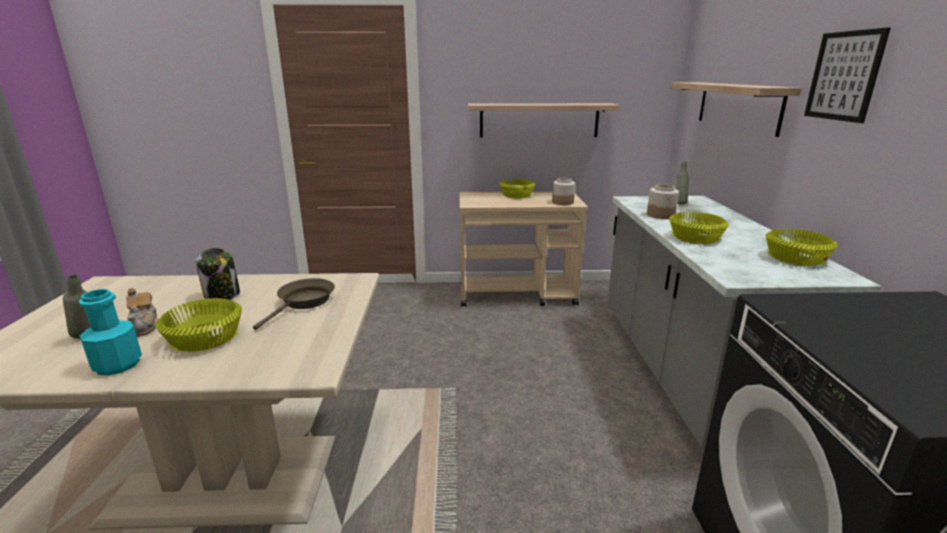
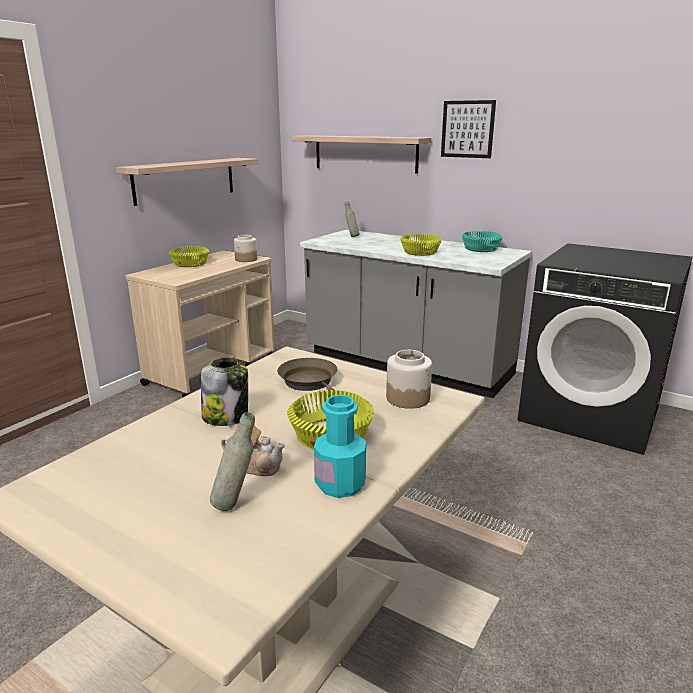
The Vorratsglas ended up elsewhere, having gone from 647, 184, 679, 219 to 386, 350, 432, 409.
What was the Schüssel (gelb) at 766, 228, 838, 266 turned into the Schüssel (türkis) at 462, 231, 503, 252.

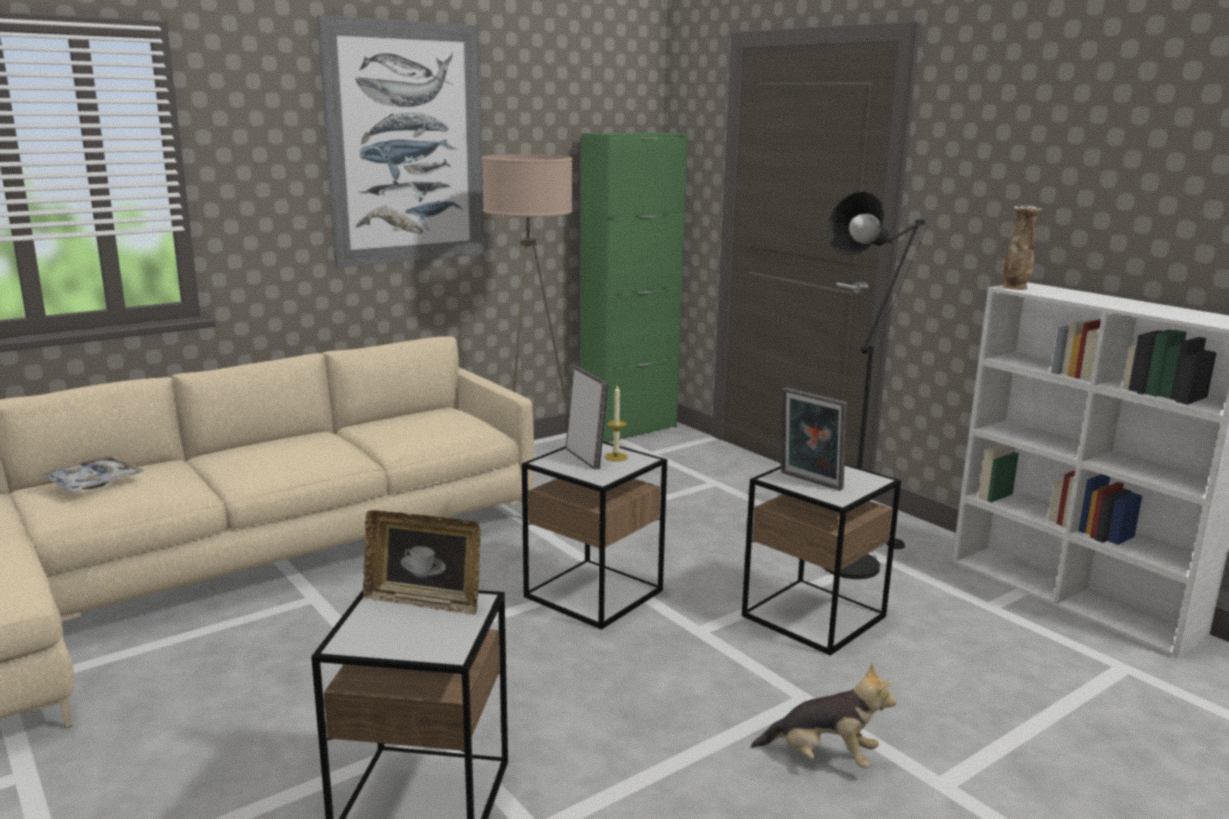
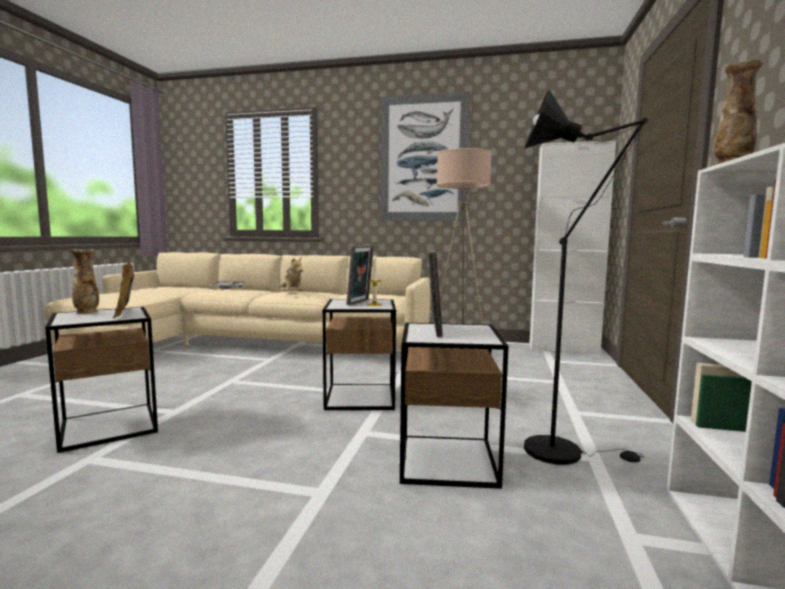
What was the Schrank (grün) at 580, 132, 688, 442 turned into the Schrank (weiß) at 529, 141, 616, 355.
The Plüschtier ended up elsewhere, having gone from 751, 663, 897, 768 to 279, 257, 303, 291.
The second view gained the Vase at 70, 249, 99, 314.

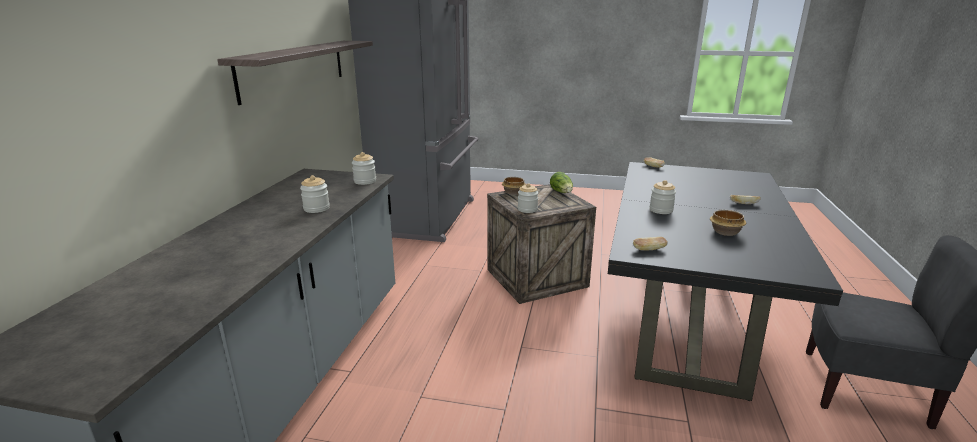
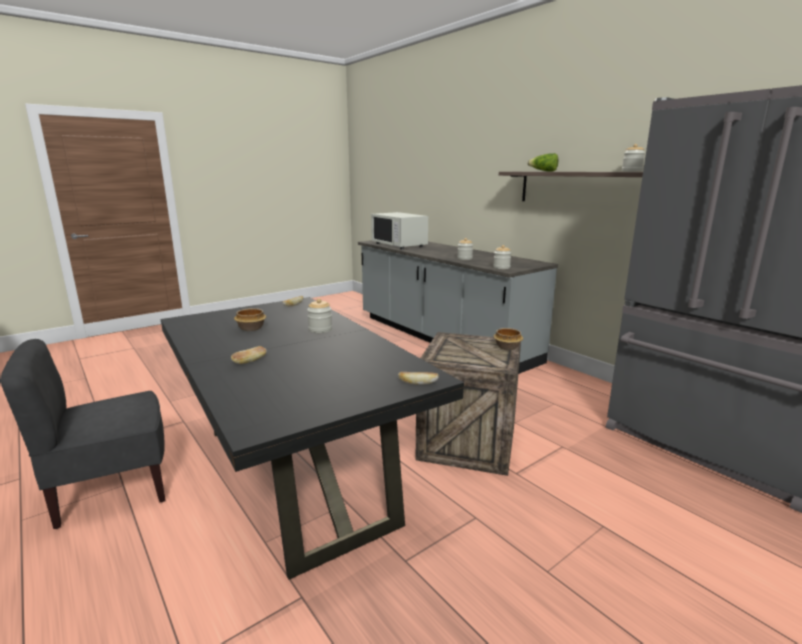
The Vorratsglas ended up elsewhere, having gone from 518, 183, 538, 213 to 622, 144, 645, 172.
The Salatkopf ended up elsewhere, having gone from 550, 172, 573, 193 to 527, 153, 558, 172.
The second view gained the Mikrowelle (weiß) at 371, 212, 428, 250.

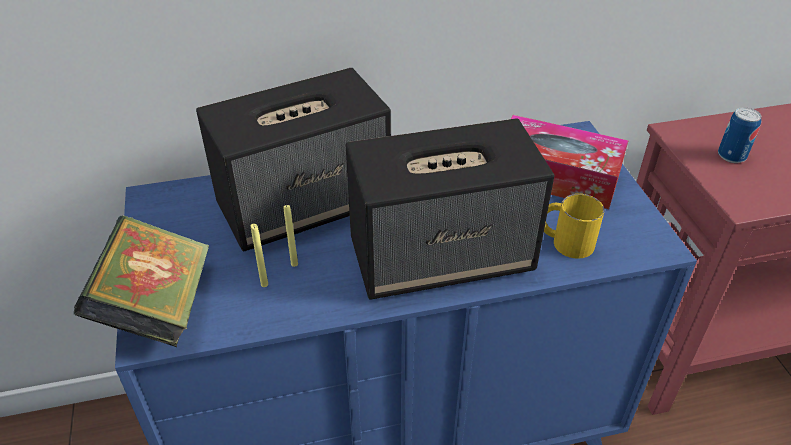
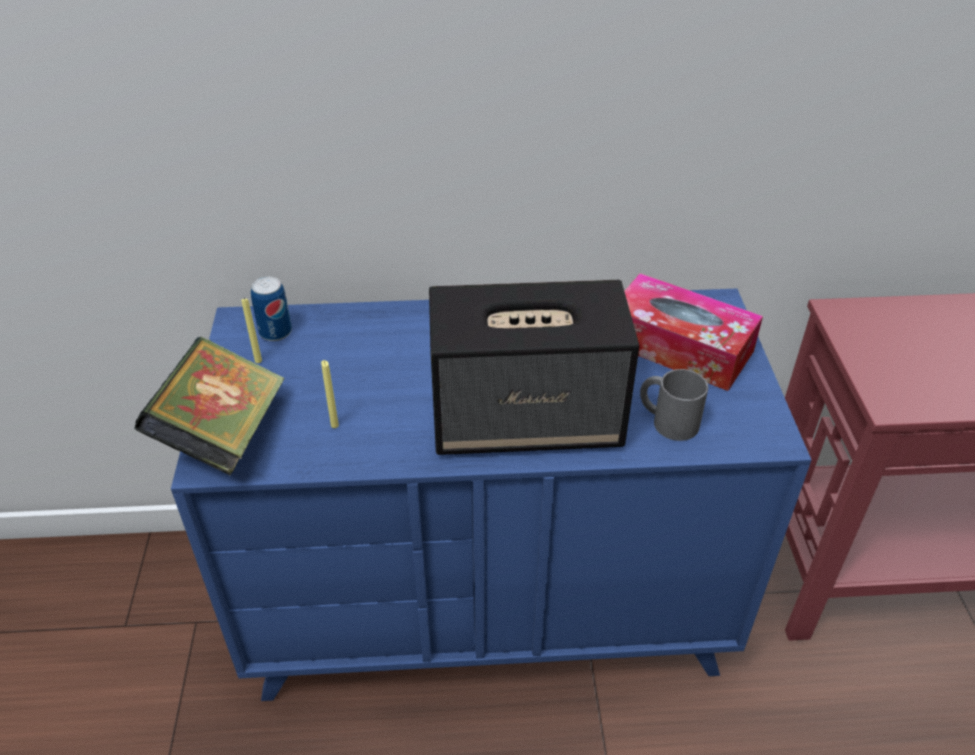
The second view lost the Lautsprecher at 196, 68, 391, 251.
The Kerze (gelb) ended up elsewhere, having gone from 283, 204, 298, 267 to 241, 298, 262, 363.
What was the Henkelbecher (gelb) at 544, 194, 605, 259 turned into the Henkelbecher (grau) at 640, 369, 708, 441.
The Dose ended up elsewhere, having gone from 718, 107, 761, 163 to 251, 277, 292, 341.

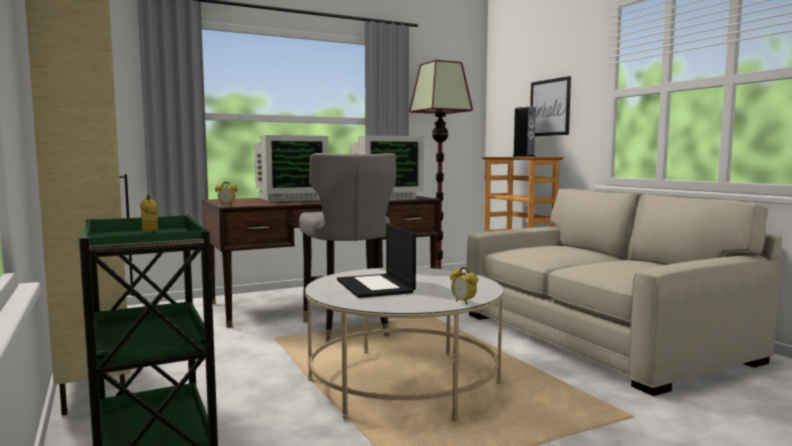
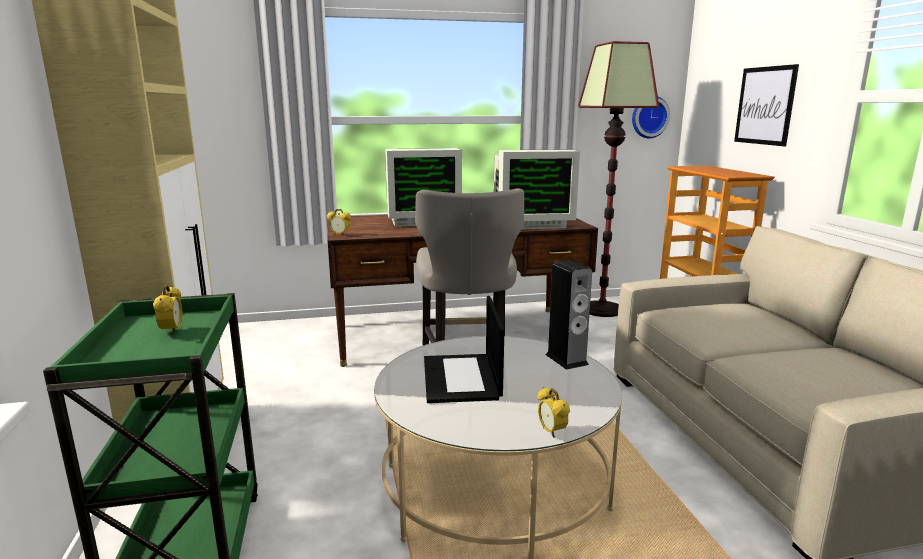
The Lautsprecher ended up elsewhere, having gone from 512, 107, 535, 157 to 545, 260, 592, 370.
The second view gained the Wanduhr at 632, 97, 670, 138.

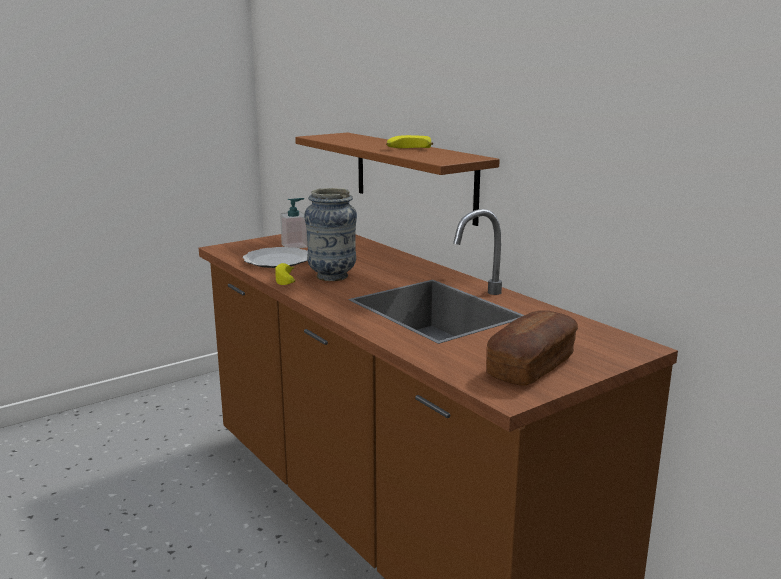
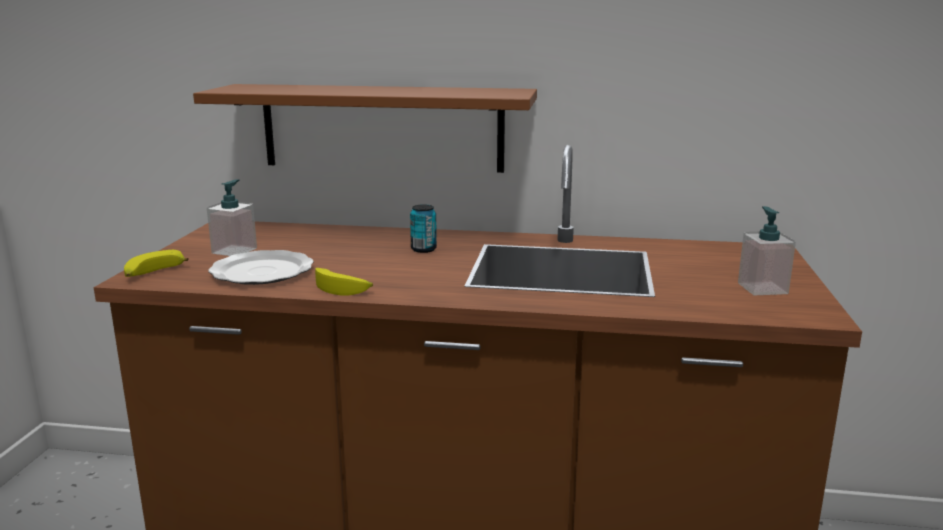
The second view lost the Vase at 304, 188, 357, 281.
The Banane ended up elsewhere, having gone from 386, 135, 433, 148 to 124, 250, 189, 277.
Where the Brot stood at 487, 310, 578, 386, the Seifenspender came to stand at 738, 206, 796, 295.
The second view gained the Dose at 410, 204, 437, 253.

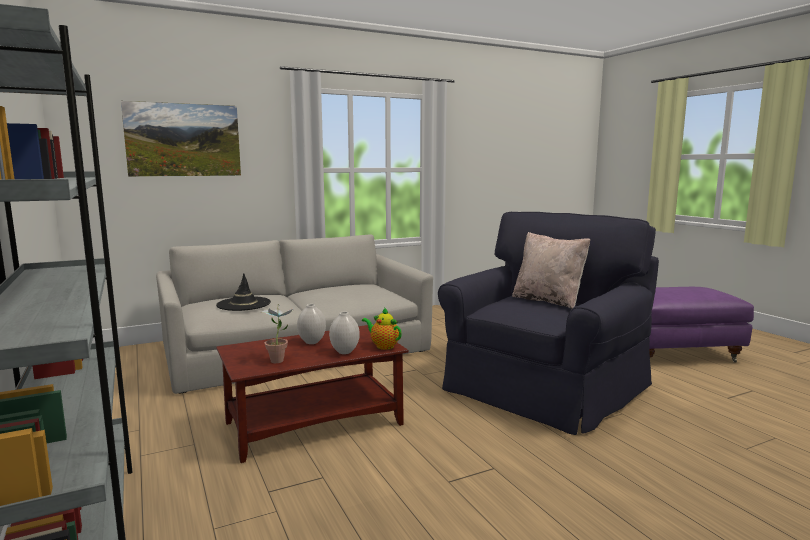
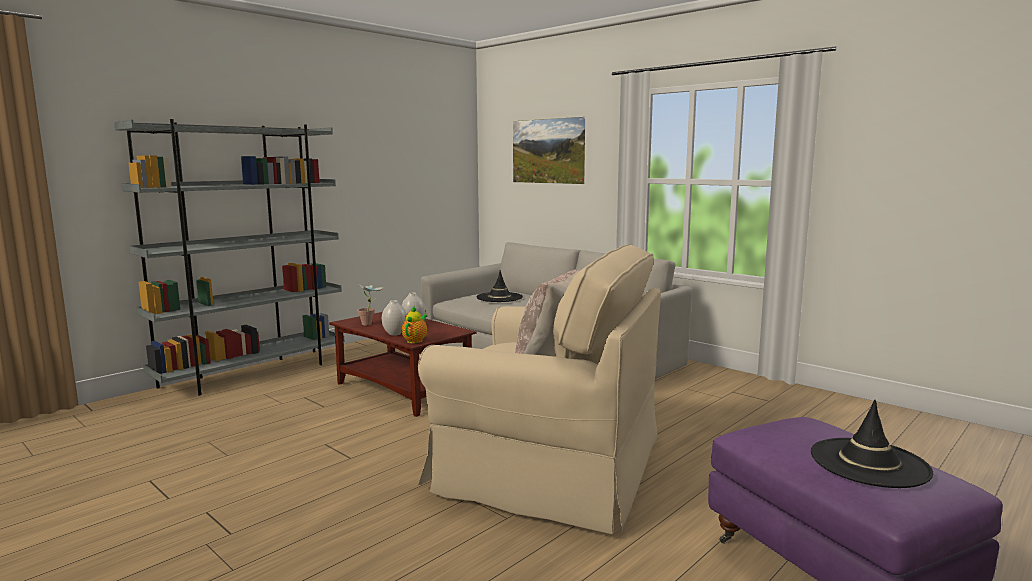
What was the Sessel (schwarz) at 438, 212, 659, 435 turned into the Sessel (beige) at 418, 244, 661, 534.
The second view gained the Hut (schwarz) at 811, 400, 933, 488.

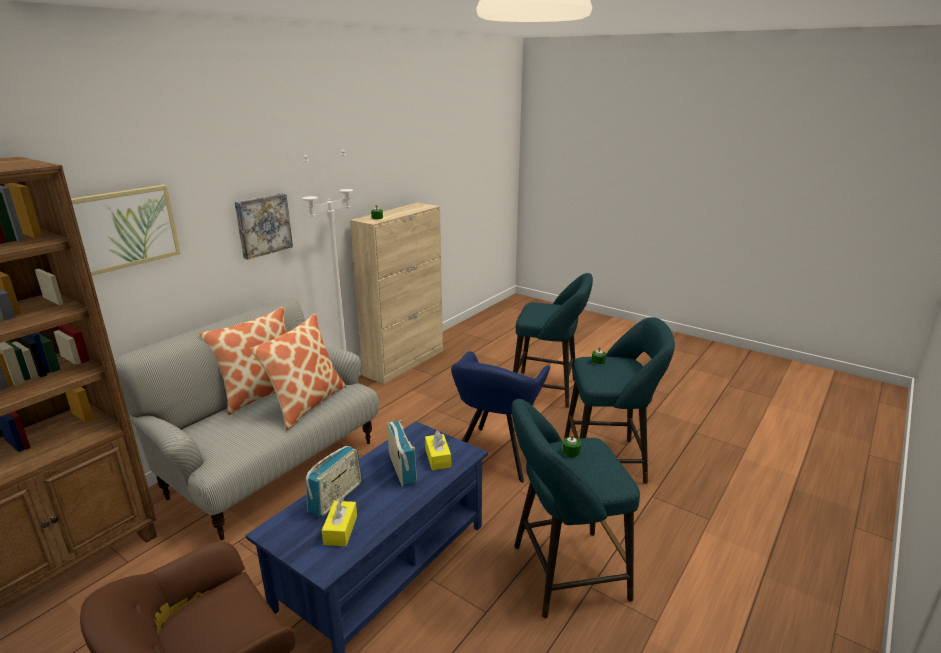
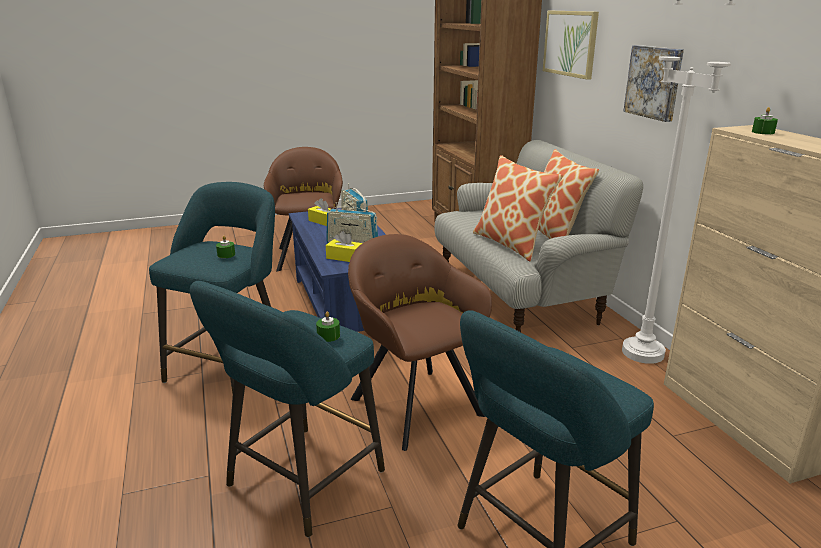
What was the Sessel (blau) at 451, 351, 550, 483 turned into the Sessel (braun) at 348, 234, 492, 451.

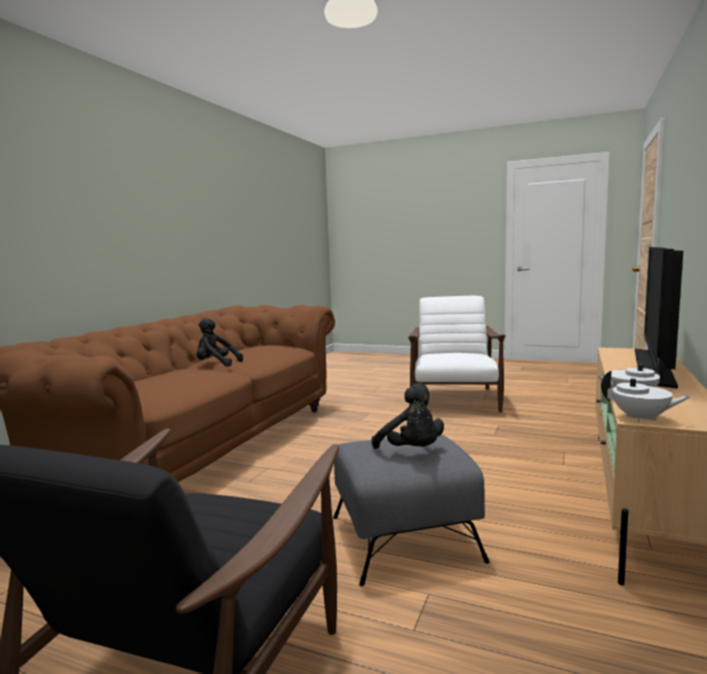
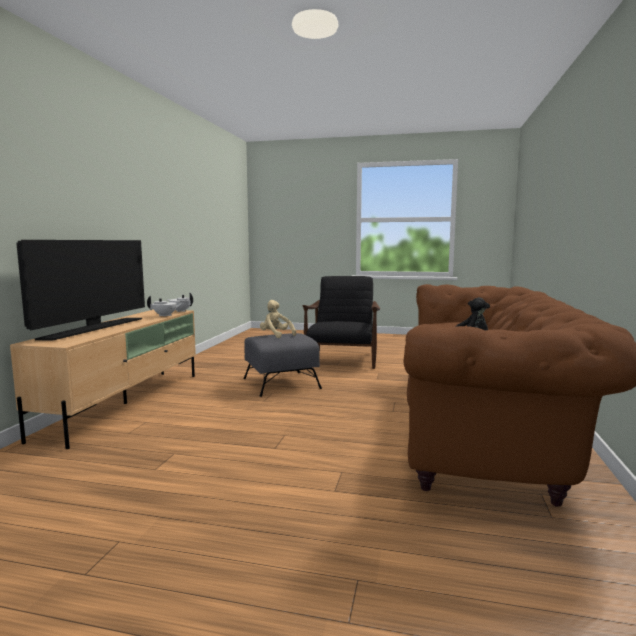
What was the Plüschtier (schwarz) at 372, 383, 444, 449 turned into the Plüschtier (beige) at 260, 300, 296, 338.
The second view lost the Sessel (weiß) at 408, 296, 506, 412.

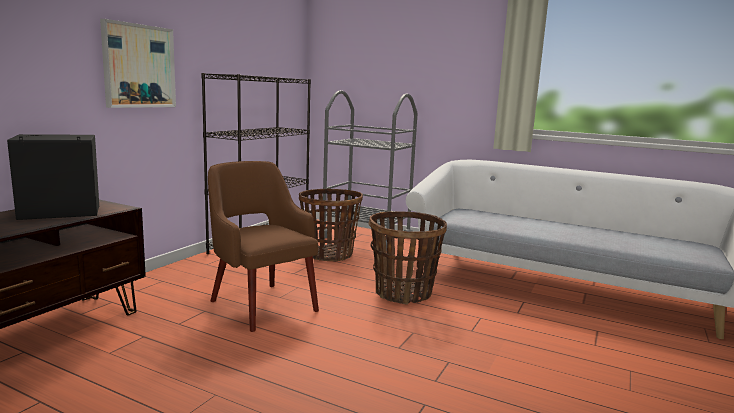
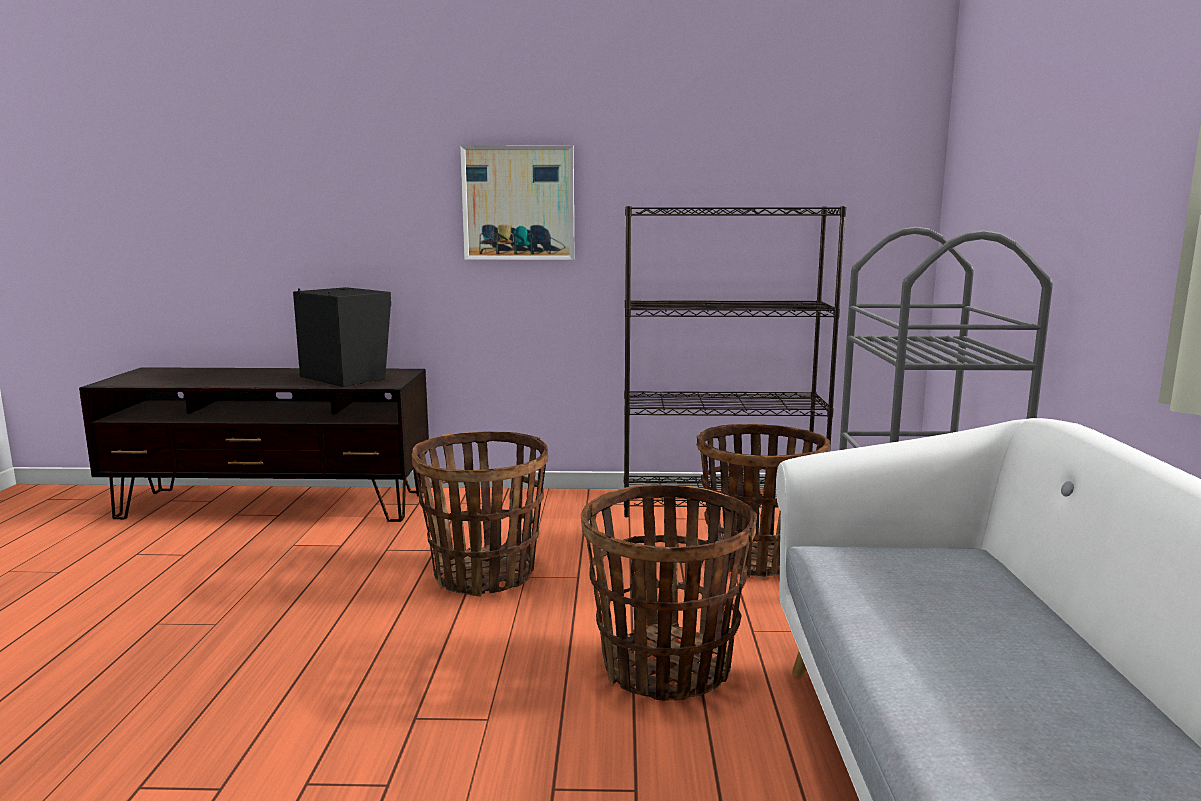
Where the Sessel (braun) stood at 208, 161, 319, 332, the Korb came to stand at 412, 431, 548, 596.

